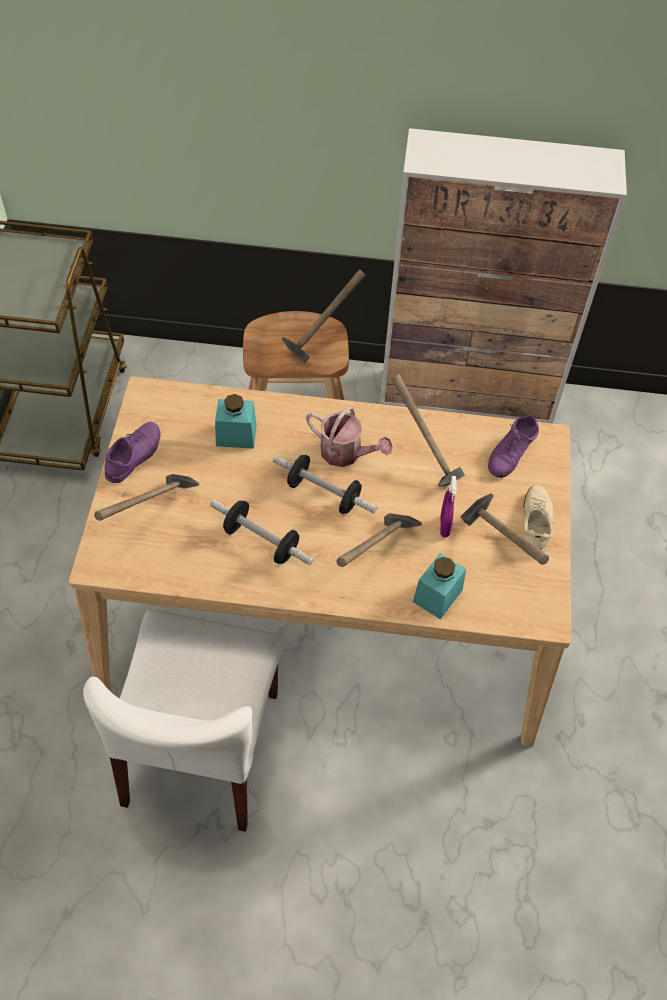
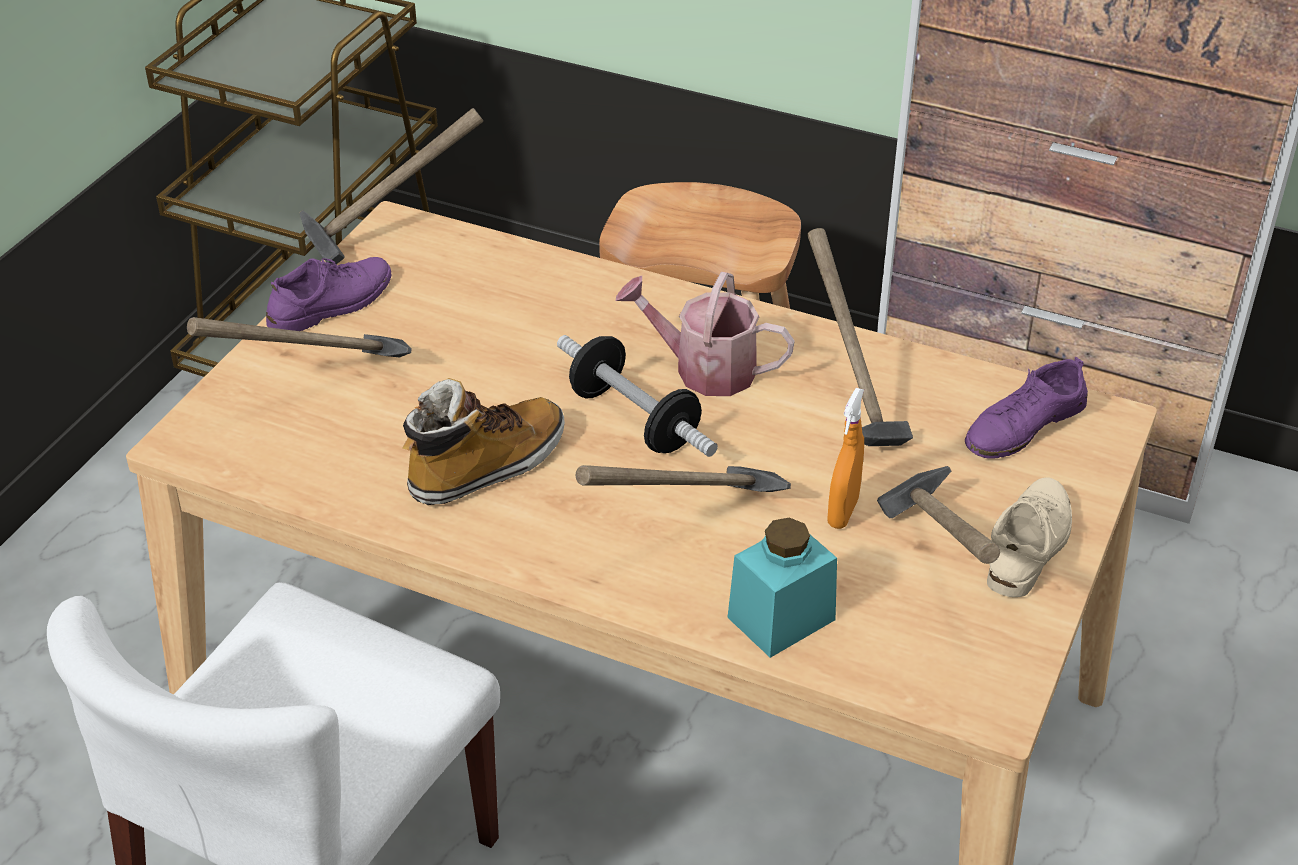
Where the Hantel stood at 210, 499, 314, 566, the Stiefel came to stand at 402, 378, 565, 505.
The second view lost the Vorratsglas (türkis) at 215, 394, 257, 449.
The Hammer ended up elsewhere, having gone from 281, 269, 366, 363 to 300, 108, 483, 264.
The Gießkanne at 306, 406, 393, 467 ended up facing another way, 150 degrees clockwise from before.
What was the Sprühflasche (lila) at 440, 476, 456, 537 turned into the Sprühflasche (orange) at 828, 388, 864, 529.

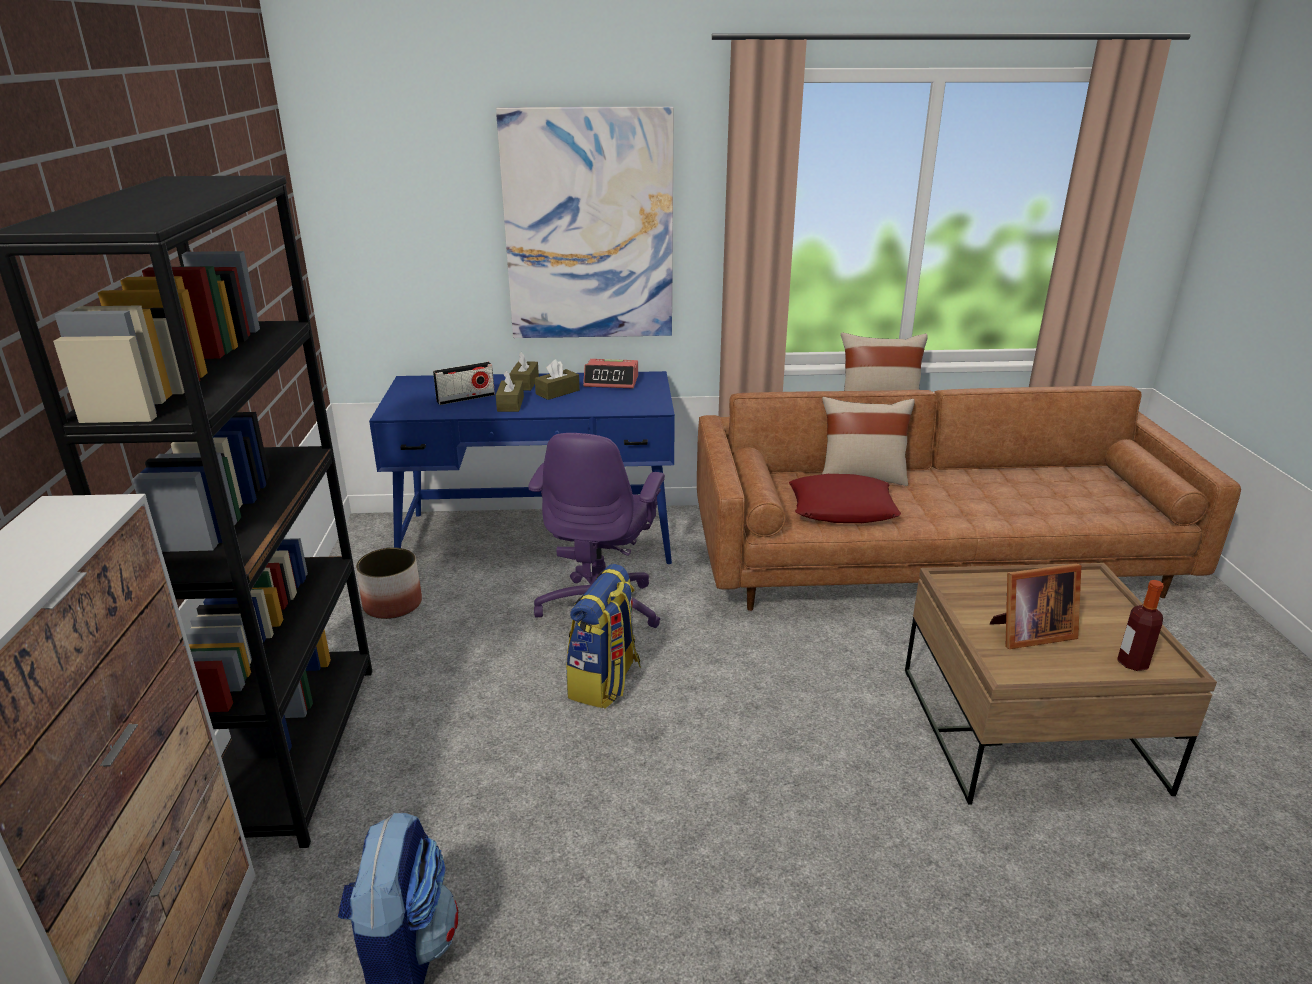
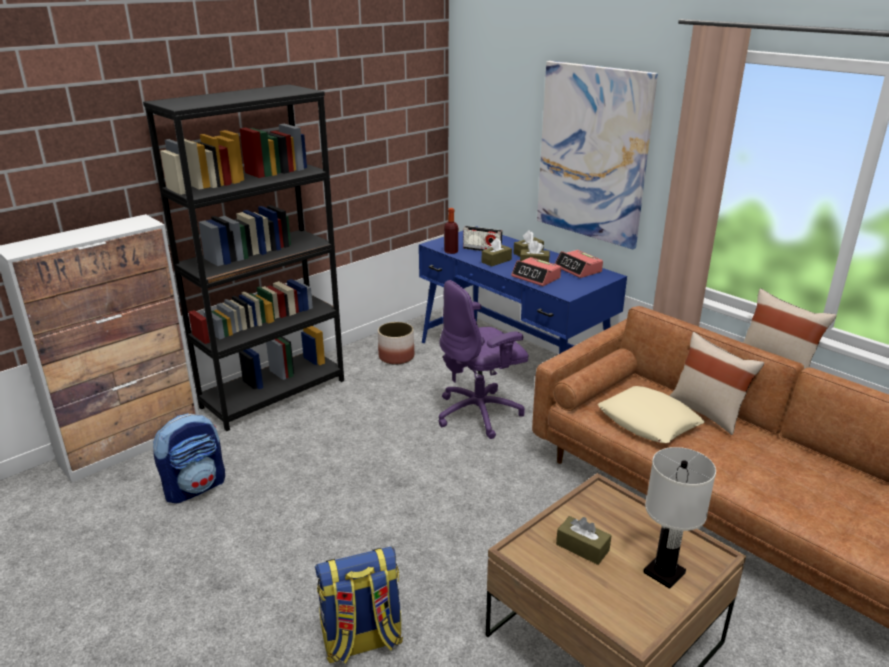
The Rucksack ended up elsewhere, having gone from 566, 564, 641, 708 to 315, 547, 403, 664.
What was the Kissen (rot) at 789, 474, 901, 523 turned into the Kissen (beige) at 598, 386, 705, 443.
Where the Bilderrahmen stood at 990, 563, 1081, 649, the Taschentuchbox (braun) came to stand at 556, 516, 612, 565.
The Flasche ended up elsewhere, having gone from 1117, 580, 1164, 671 to 444, 208, 458, 254.
The second view gained the Wecker at 511, 257, 561, 286.
The second view gained the Tischlampe (weiß) at 643, 447, 716, 589.

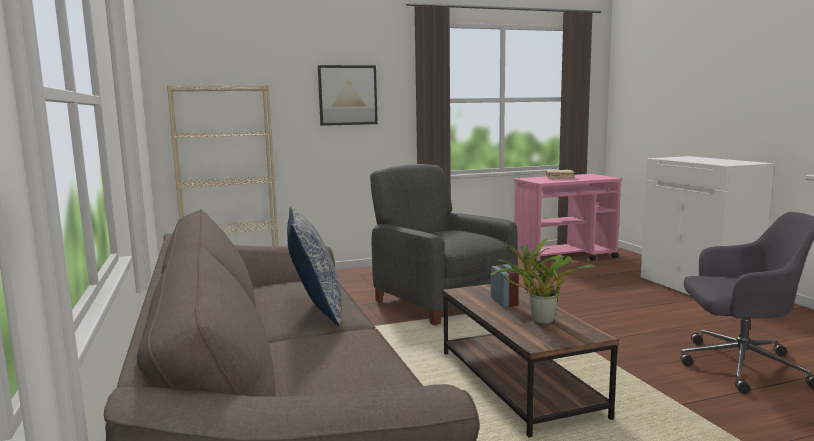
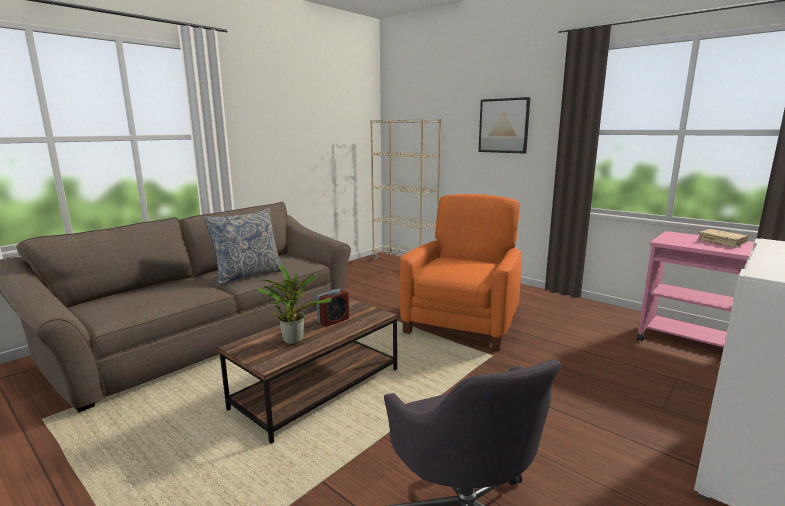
What was the Sessel (grau) at 370, 164, 518, 325 turned into the Sessel (orange) at 400, 194, 522, 351.

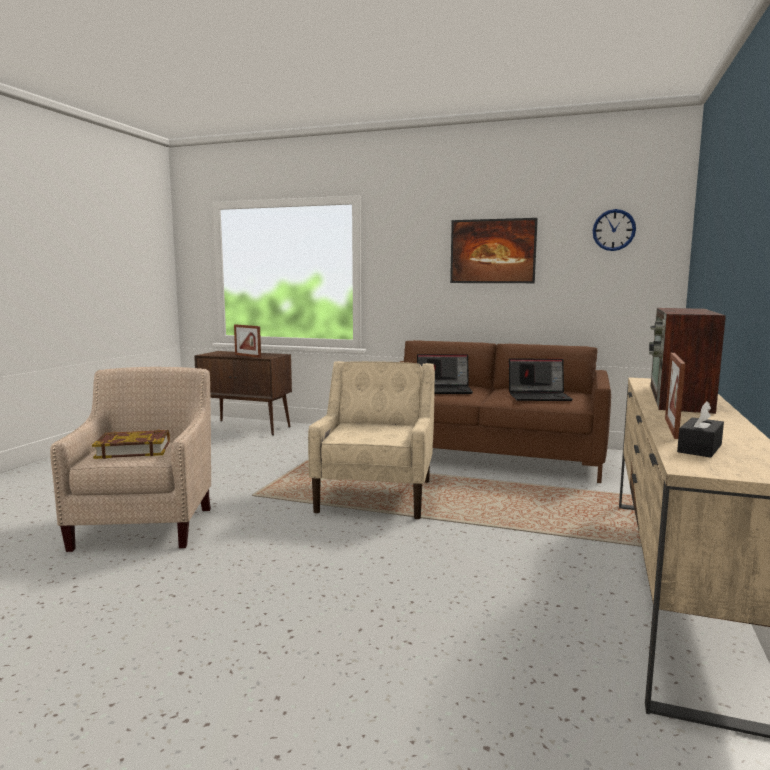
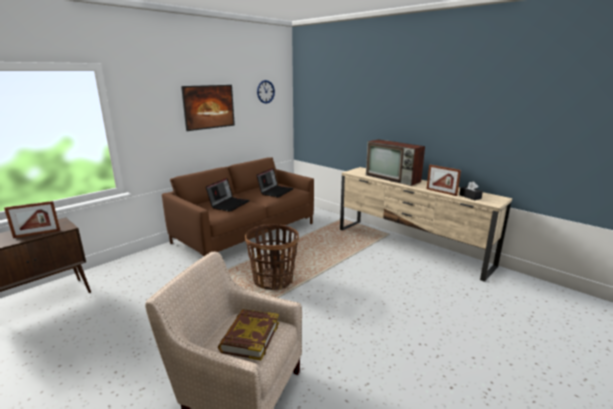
Where the Sessel (beige) stood at 308, 361, 435, 519, the Korb came to stand at 245, 224, 299, 290.

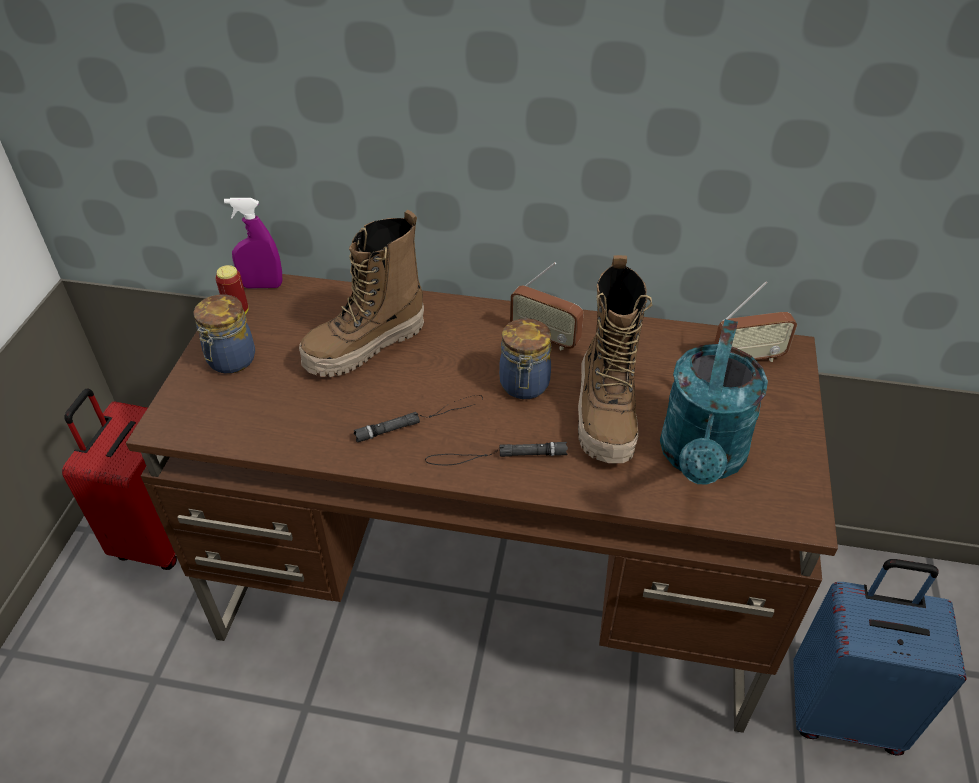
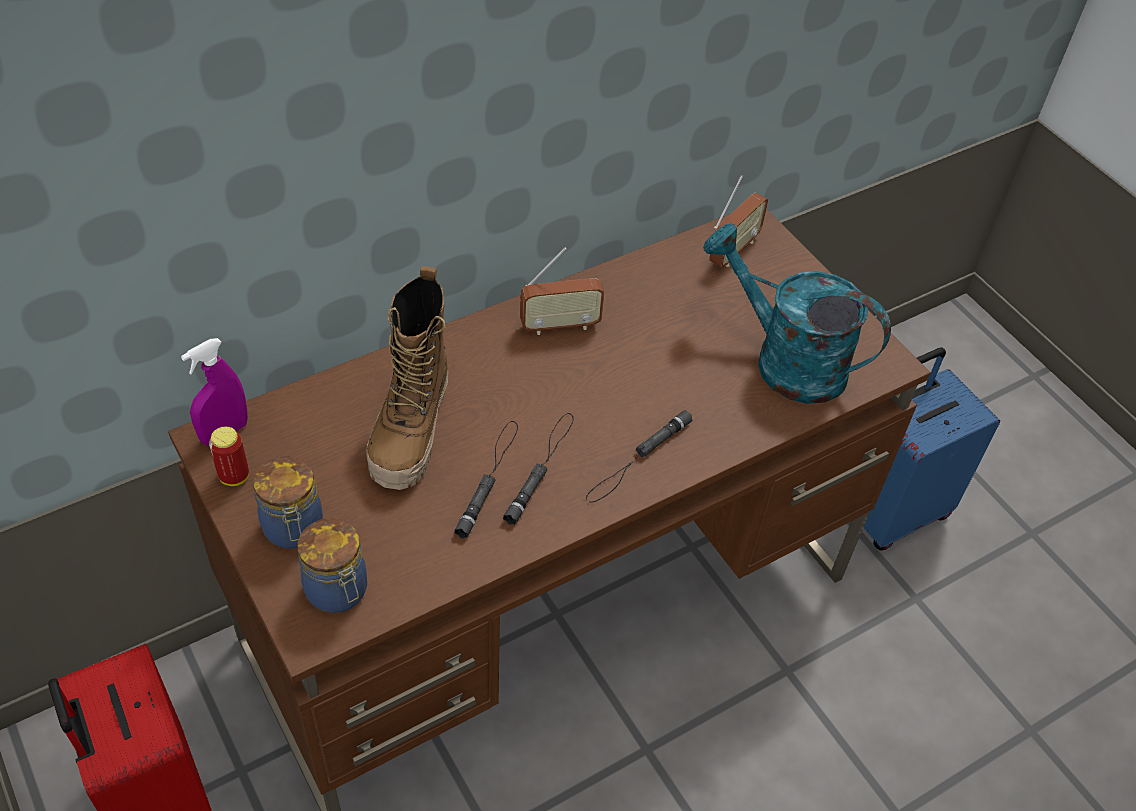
The Vorratsglas ended up elsewhere, having gone from 499, 318, 551, 399 to 297, 518, 367, 613.
The second view lost the Stiefel at 578, 255, 652, 463.
The Gießkanne (türkis) at 660, 319, 768, 485 ended up facing another way, 150 degrees clockwise from before.
The second view gained the Taschenlampe (schwarz) at 454, 421, 518, 538.

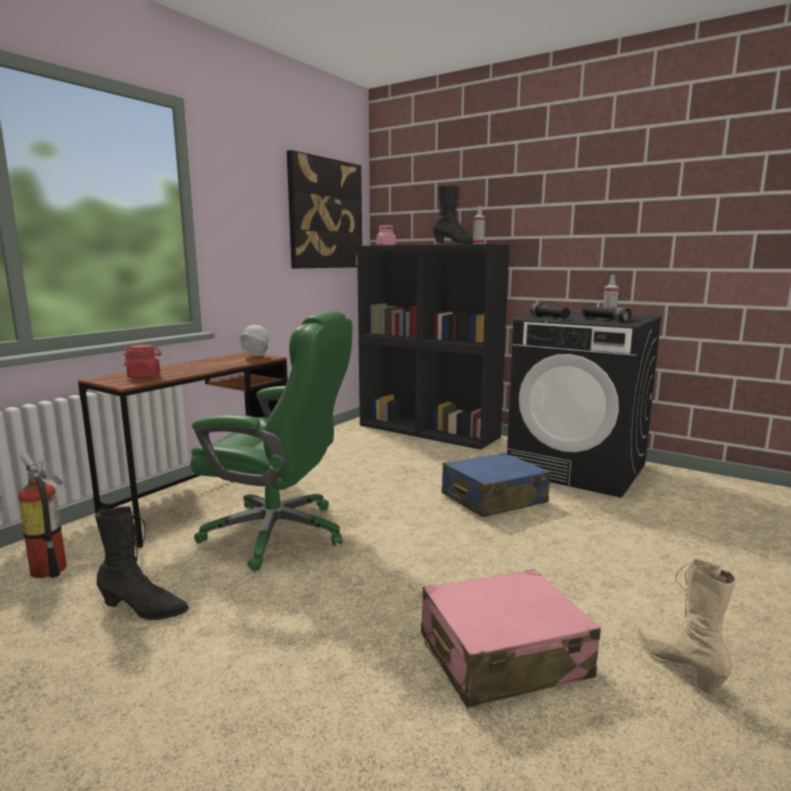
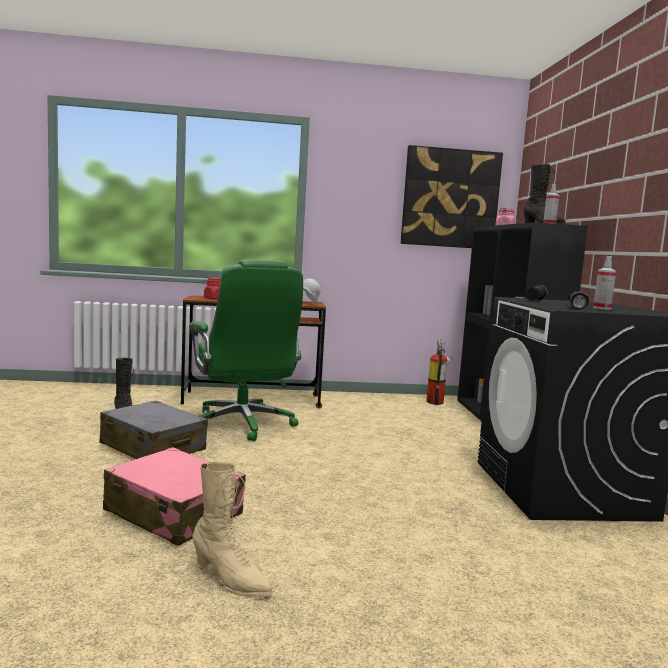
The Feuerlöscher ended up elsewhere, having gone from 18, 453, 67, 578 to 426, 339, 452, 405.
The second view lost the Koffer (blau) at 442, 453, 550, 517.
The Stiefel (beige) at 638, 558, 736, 695 ended up facing another way, 90 degrees clockwise from before.
The second view gained the Koffer (grau) at 100, 400, 208, 459.

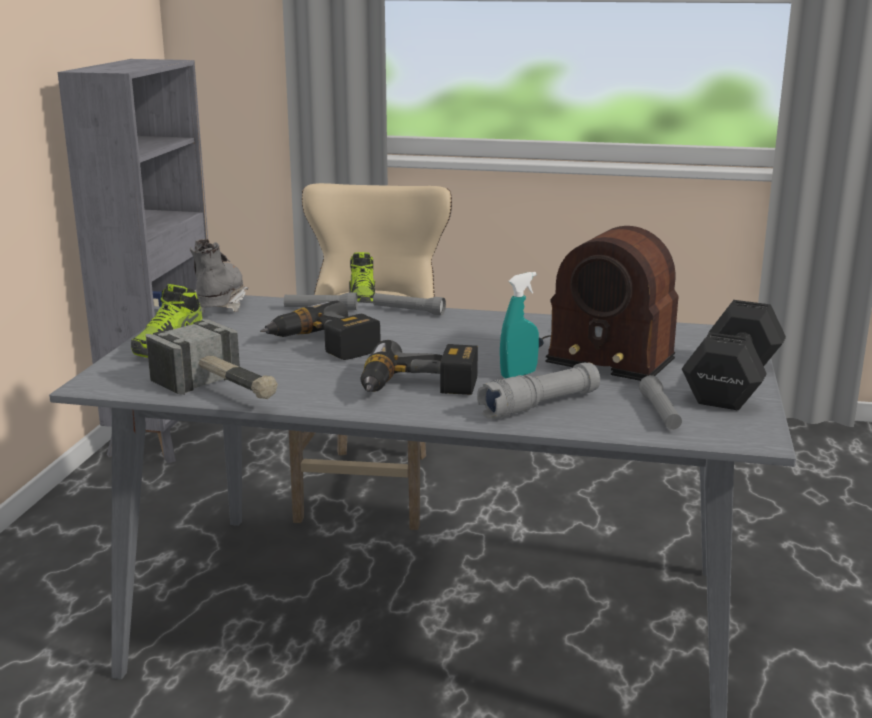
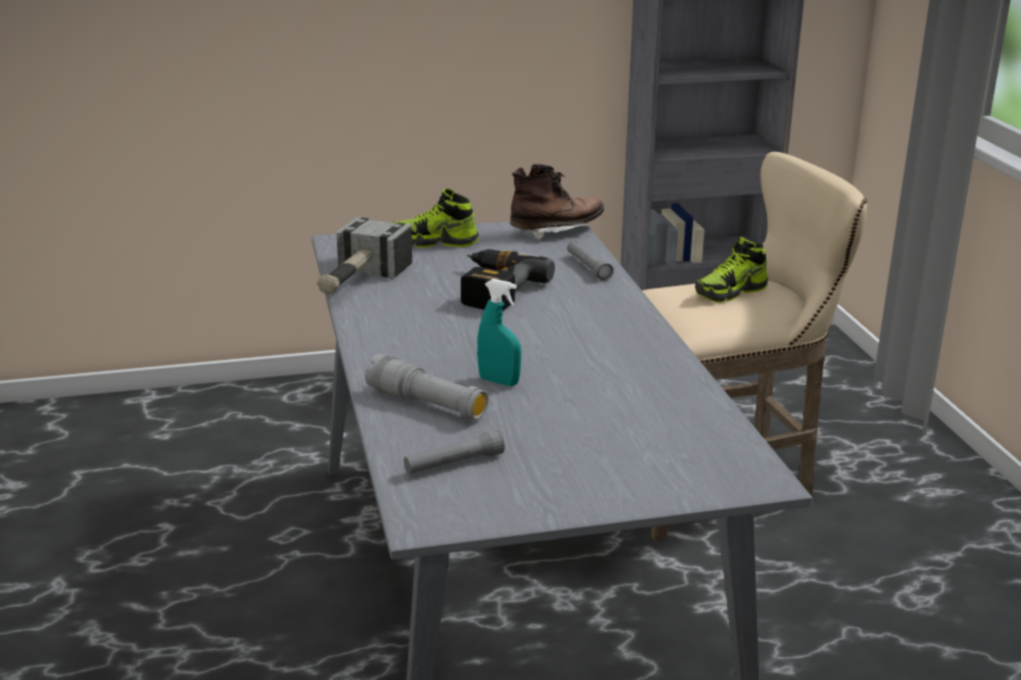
What was the Stiefel (grau) at 190, 239, 248, 313 turned into the Stiefel (braun) at 510, 164, 604, 241.
The second view lost the Bohrmaschine at 361, 340, 478, 395.
The second view lost the Taschenlampe (grau) at 373, 293, 446, 315.
The second view lost the Radio at 539, 226, 679, 381.
The second view lost the Hantel (schwarz) at 682, 300, 786, 410.

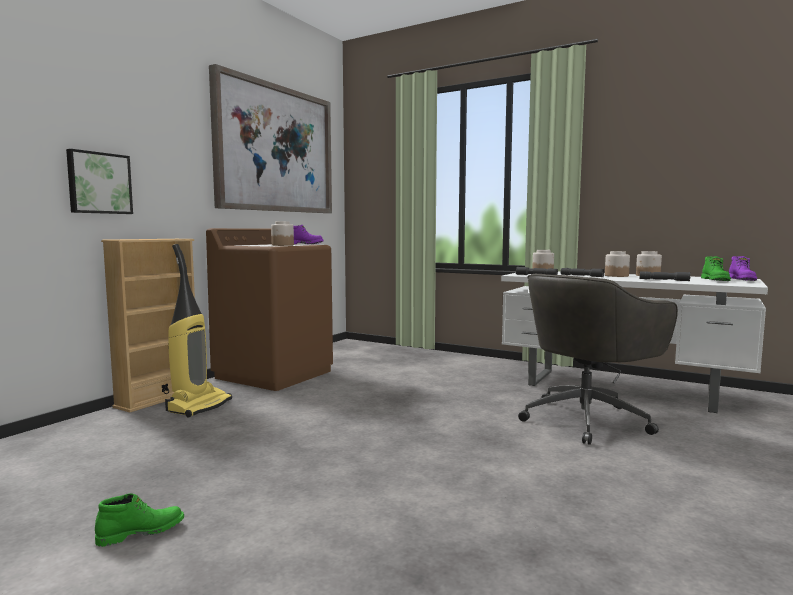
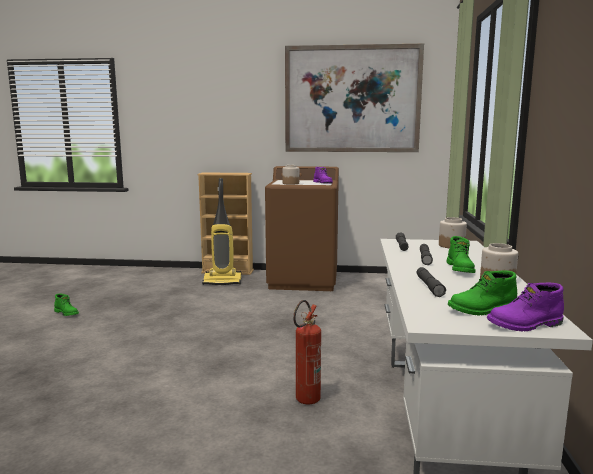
The second view lost the Bild at 66, 149, 133, 214.
Where the Bürostuhl (grau) stood at 518, 274, 678, 445, the Feuerlöscher came to stand at 293, 300, 321, 405.
Where the Vorratsglas stood at 605, 251, 630, 277, the Stiefel (grün) came to stand at 446, 236, 476, 273.

